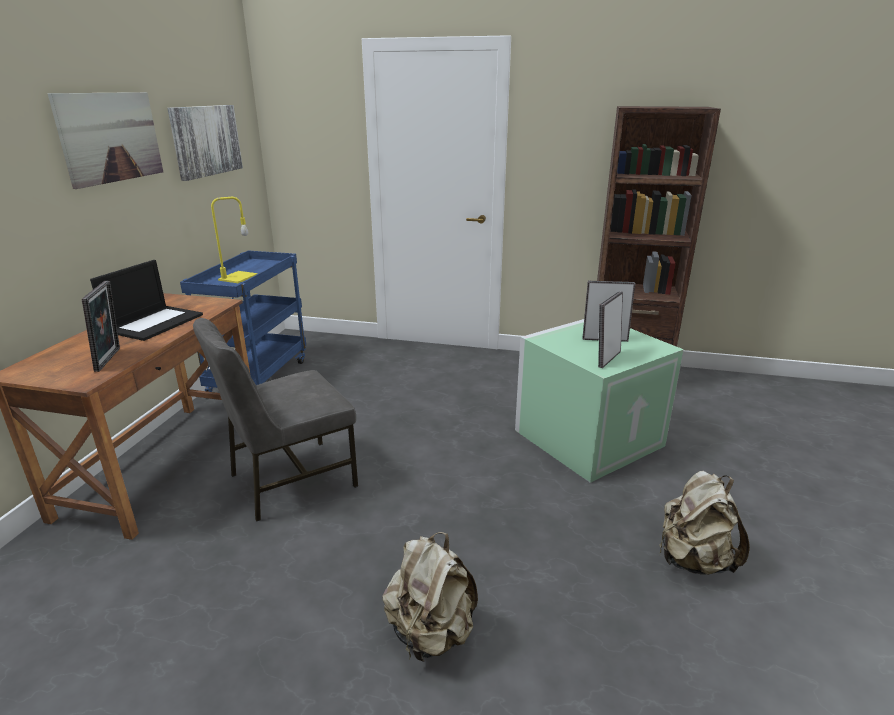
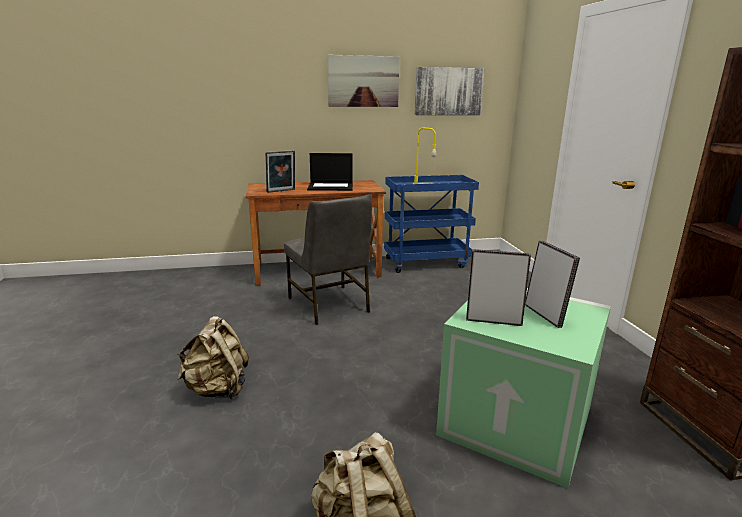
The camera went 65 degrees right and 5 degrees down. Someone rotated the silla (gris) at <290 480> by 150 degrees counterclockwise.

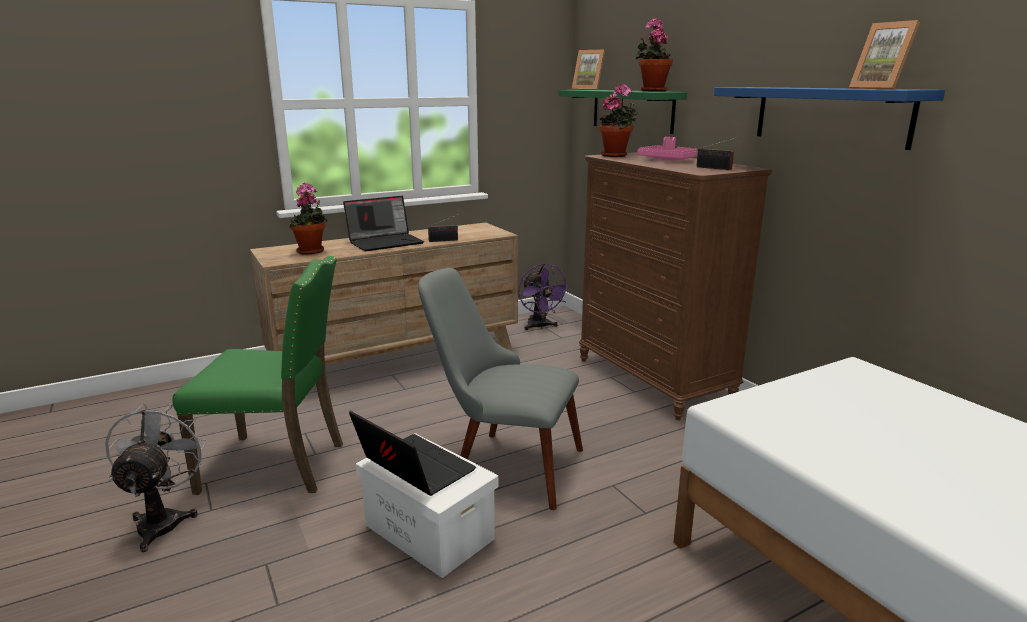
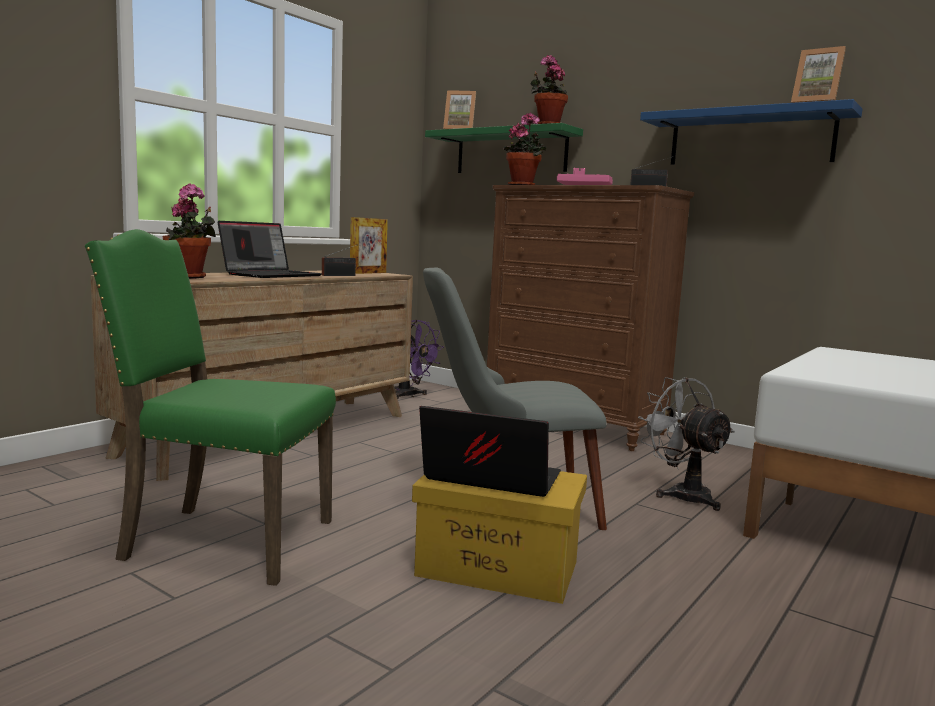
The camera went 25 degrees left and 10 degrees down. Someone put down the portarretratos at <368 273>. Someone carried the ventilador (gris) from <163 520> to <682 494>. Someone repainted the caja de almacenaje (blanco) at <427 531>, which became the caja de almacenaje (amarillo) at <496 568>. Someone rotated the silla (verde) at <277 465> by 150 degrees counterclockwise.

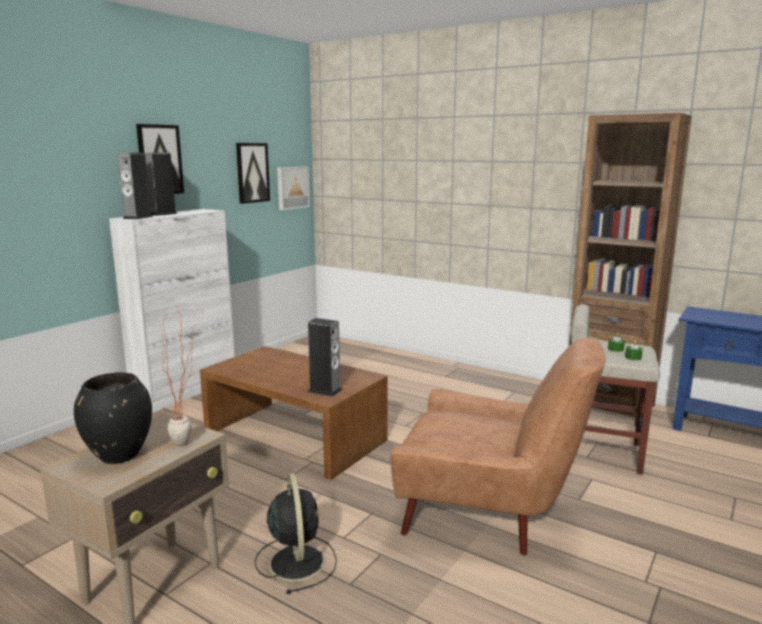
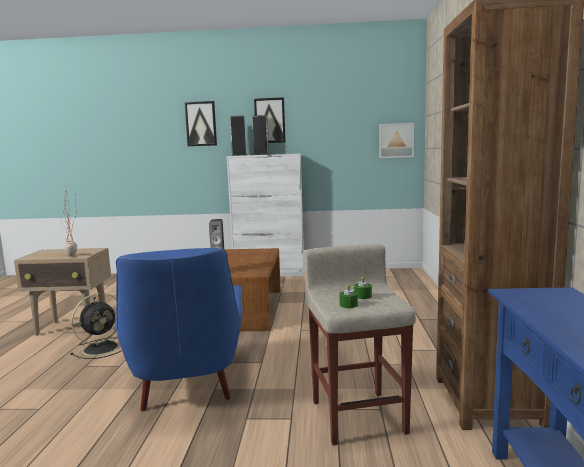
The camera went 60 degrees right and 5 degrees down. Someone took away the florero (negro) at <118 456>. Someone carried the cuadro from <252 173> to <201 124>. Someone repainted the sillón (marrón) at <487 516>, which became the sillón (azul) at <186 386>.

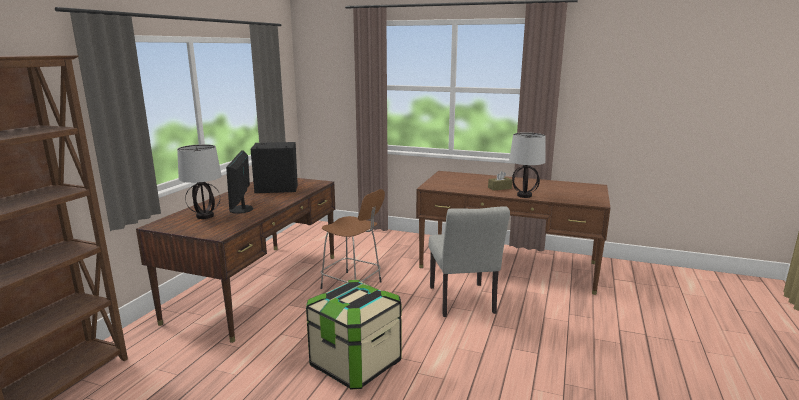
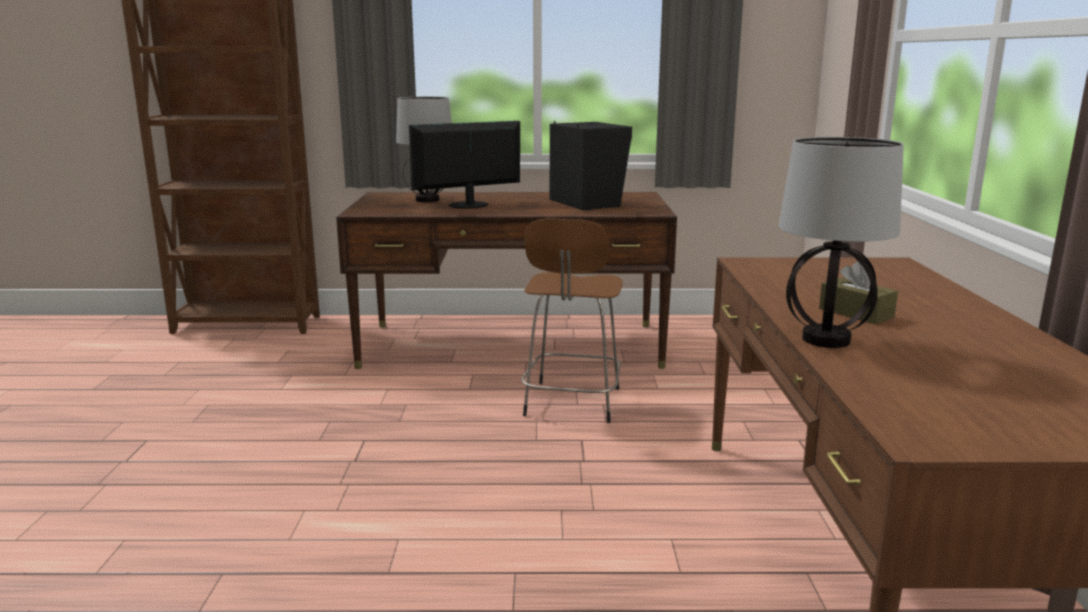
The camera went 70 degrees right and 0 degrees up. Someone took away the caja de almacenaje at <355 364>. Someone took away the silla (gris) at <463 303>.

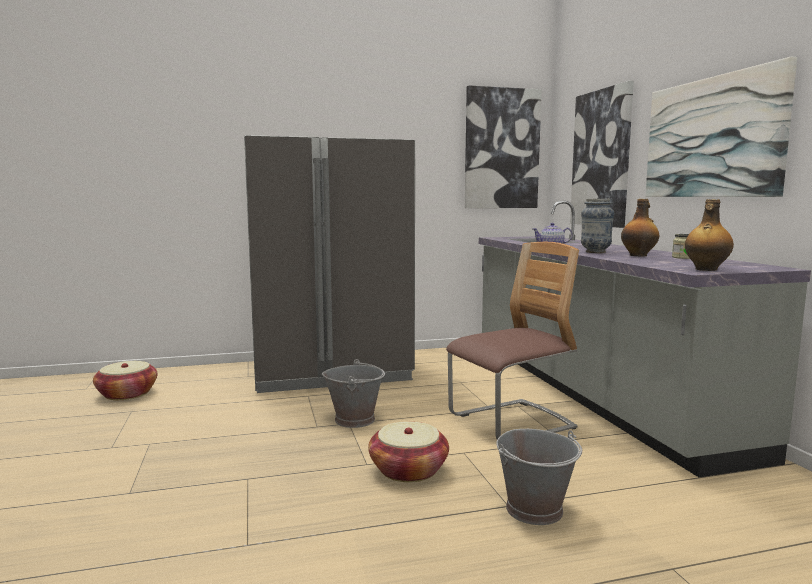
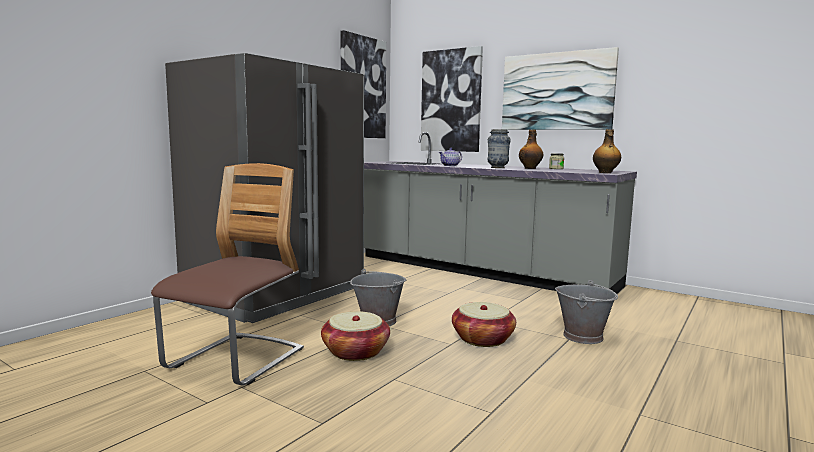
The camera went 40 degrees left and 0 degrees up. Someone carried the cesta from <127 394> to <355 352>. Someone carried the silla from <511 423> to <236 360>.

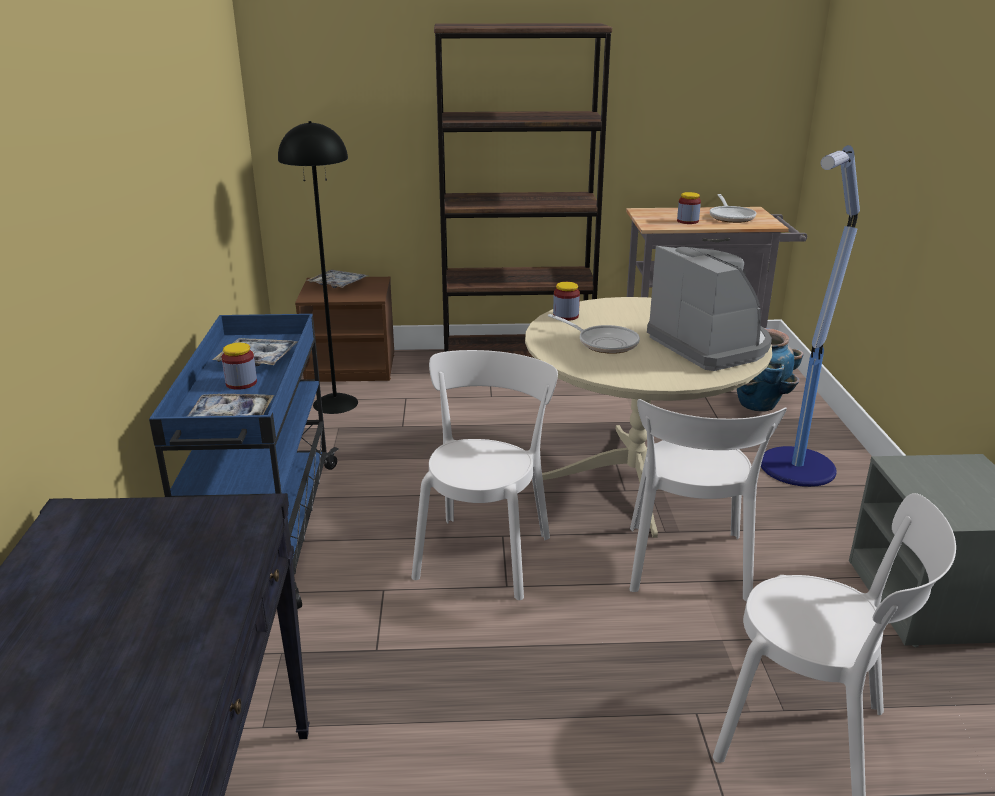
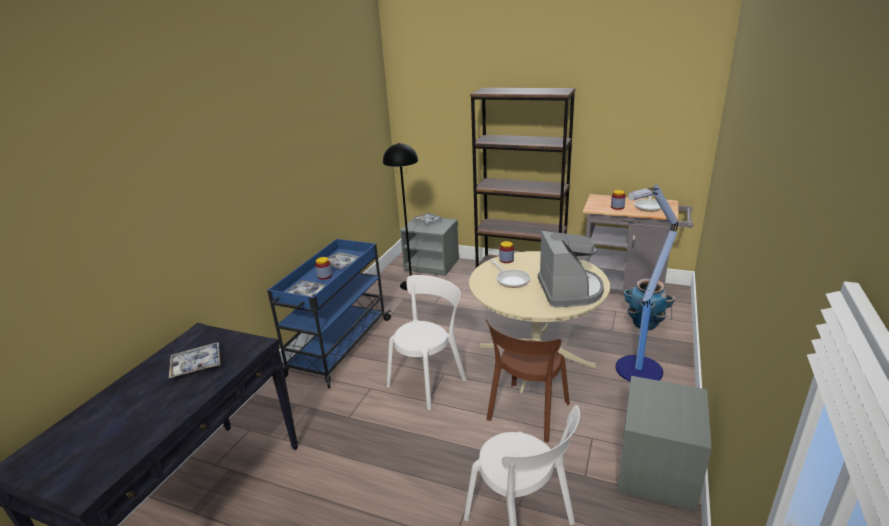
The camera went 25 degrees right and 0 degrees up. Someone put down the bandeja at <197 365>. Someone repainted the mesita de noche (marrón) at <352 366>, which became the mesita de noche (gris) at <432 265>. Someone repainted the silla (blanco) at <687 566>, which became the silla (marrón) at <527 413>.

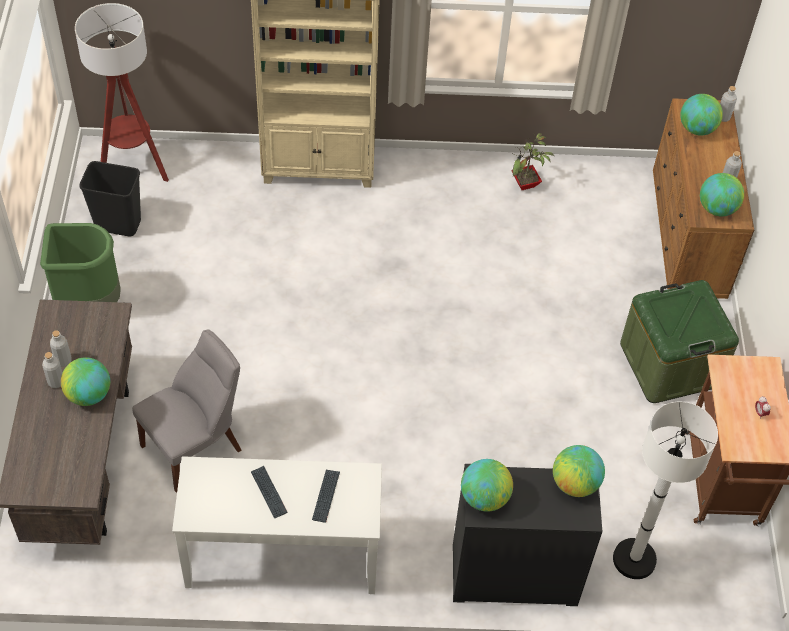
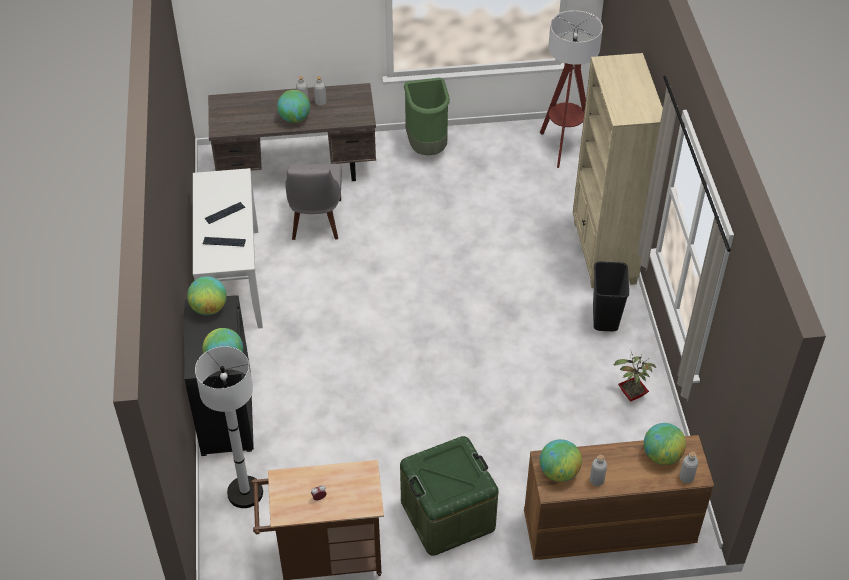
The camera went 85 degrees right and 5 degrees down. Someone carried the papelera (negro) from <119 224> to <605 319>. Someone rotated the silla (gris) at <195 446> by 45 degrees clockwise.

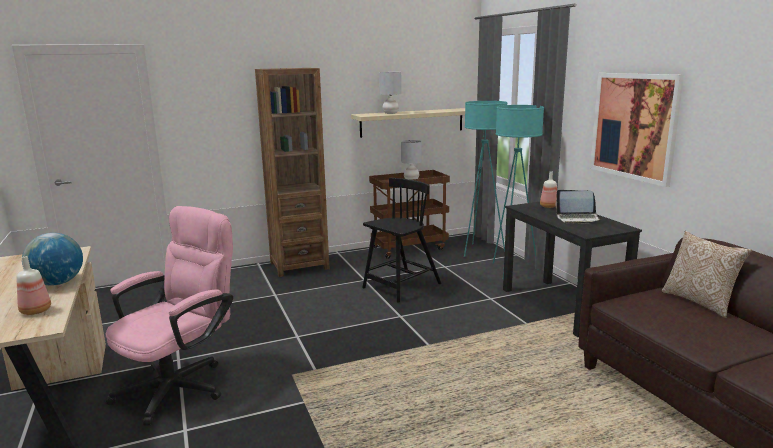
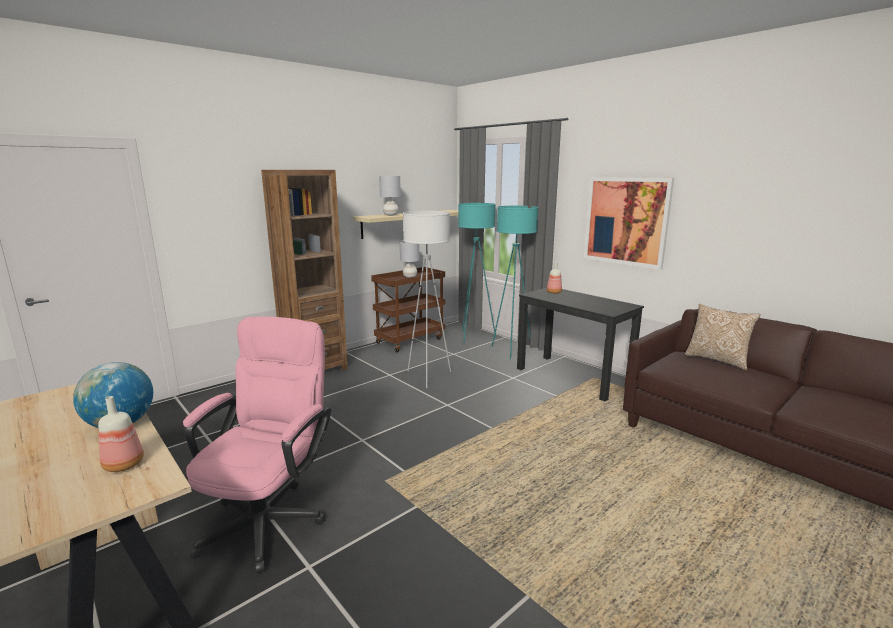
The camera went 20 degrees left and 0 degrees up. Someone took away the portátil at <578 219>. Someone swapped the silla (negro) at <401 286> for the lámpara de pie (blanco) at <428 377>.

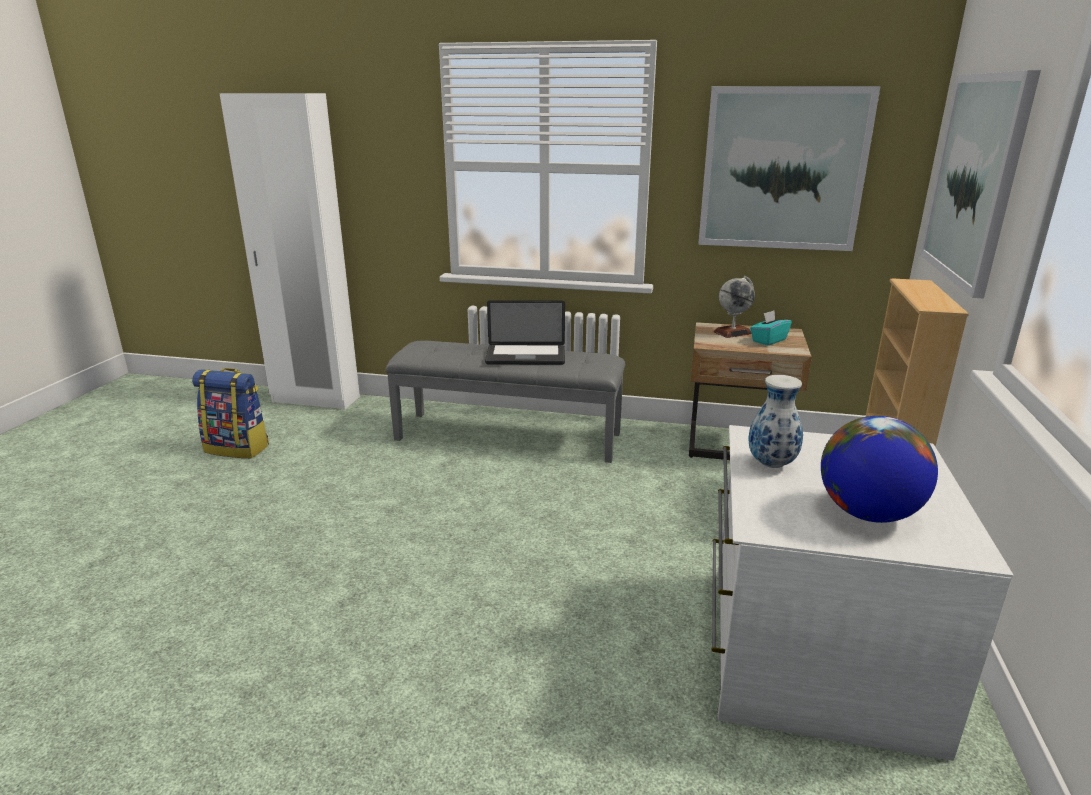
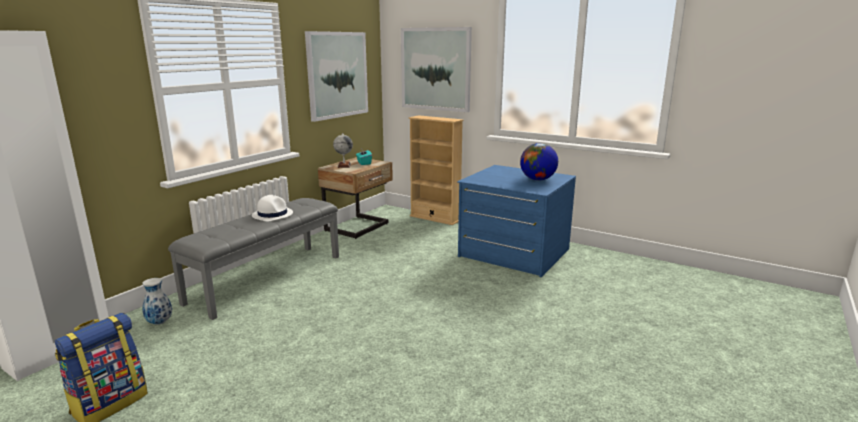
The camera went 70 degrees left and 5 degrees down. Someone carried the florero from <772 464> to <160 322>. Someone swapped the portátil at <525 356> for the sombrero (blanco) at <272 214>. Someone repainted the cómoda (blanco) at <811 652>, which became the cómoda (azul) at <513 253>.

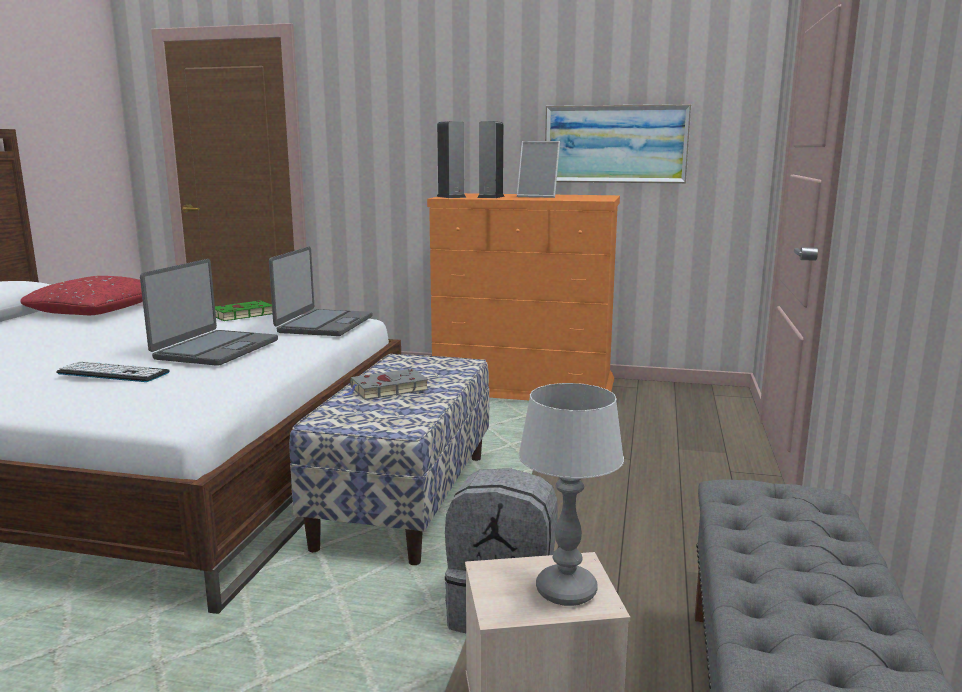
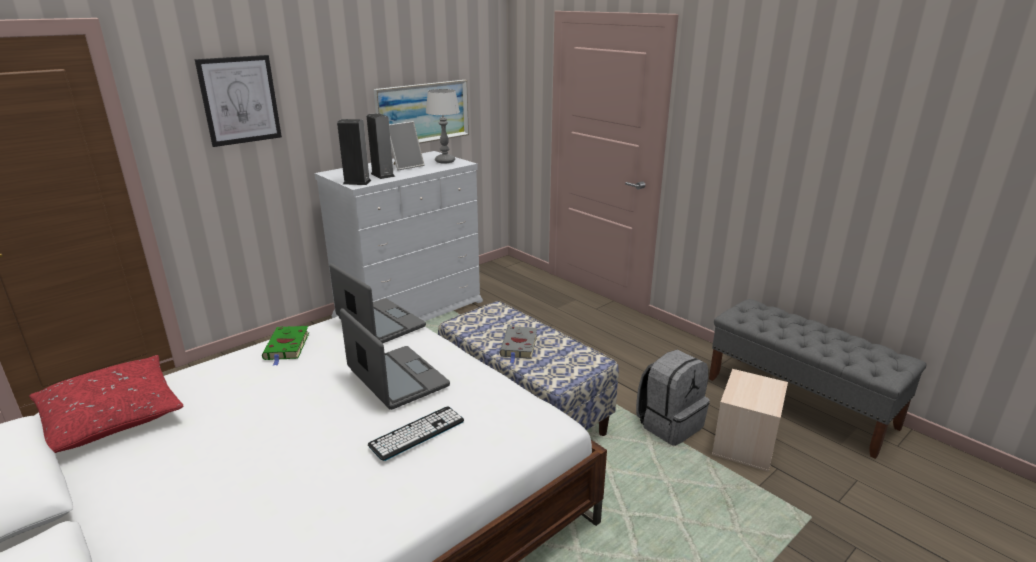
The camera went 55 degrees left and 10 degrees up. Someone put up the cuadro at <240 100>. Someone carried the lámpara de mesa from <565 591> to <445 161>. Someone repainted the cómoda (naranja) at <525 388>, which became the cómoda (blanco) at <409 309>.

